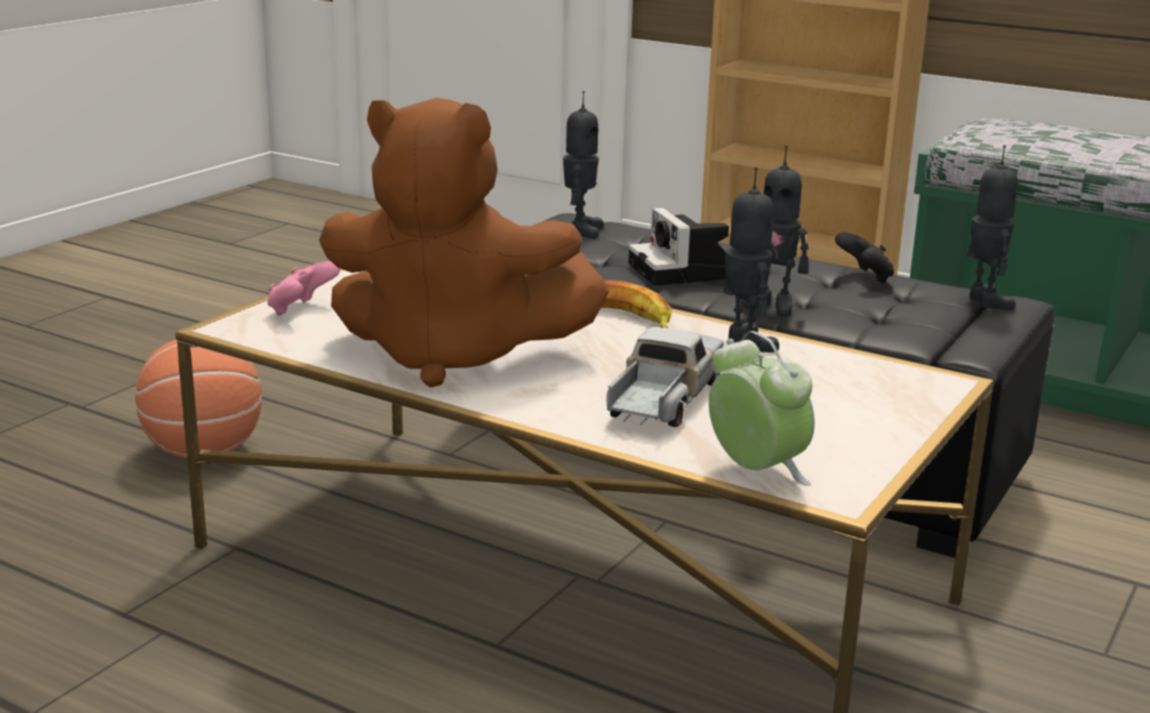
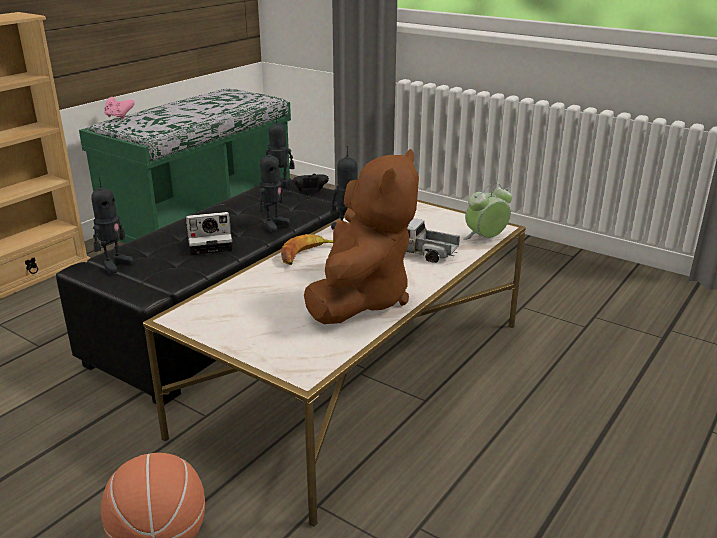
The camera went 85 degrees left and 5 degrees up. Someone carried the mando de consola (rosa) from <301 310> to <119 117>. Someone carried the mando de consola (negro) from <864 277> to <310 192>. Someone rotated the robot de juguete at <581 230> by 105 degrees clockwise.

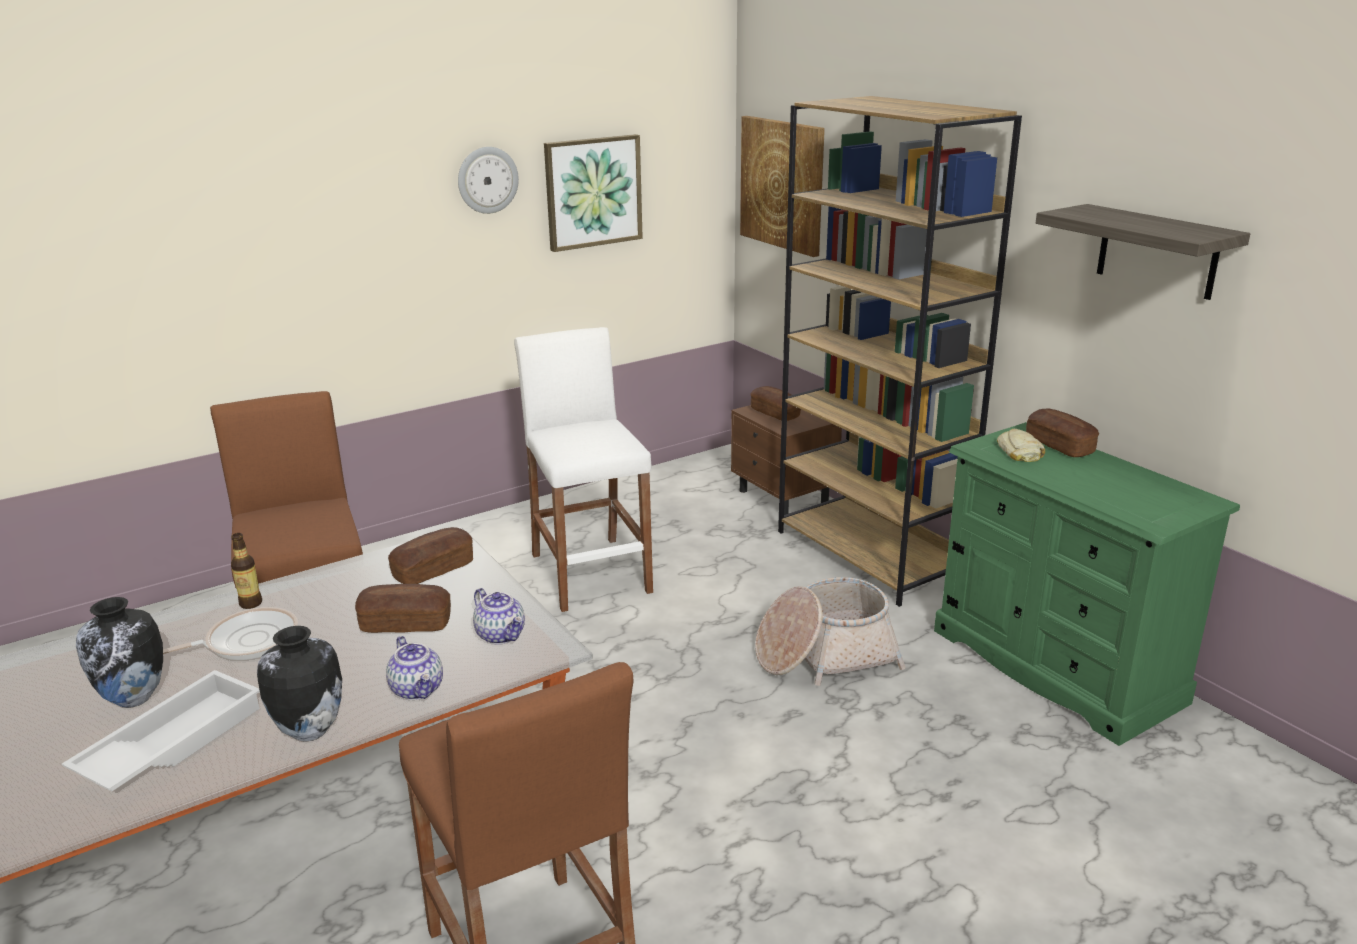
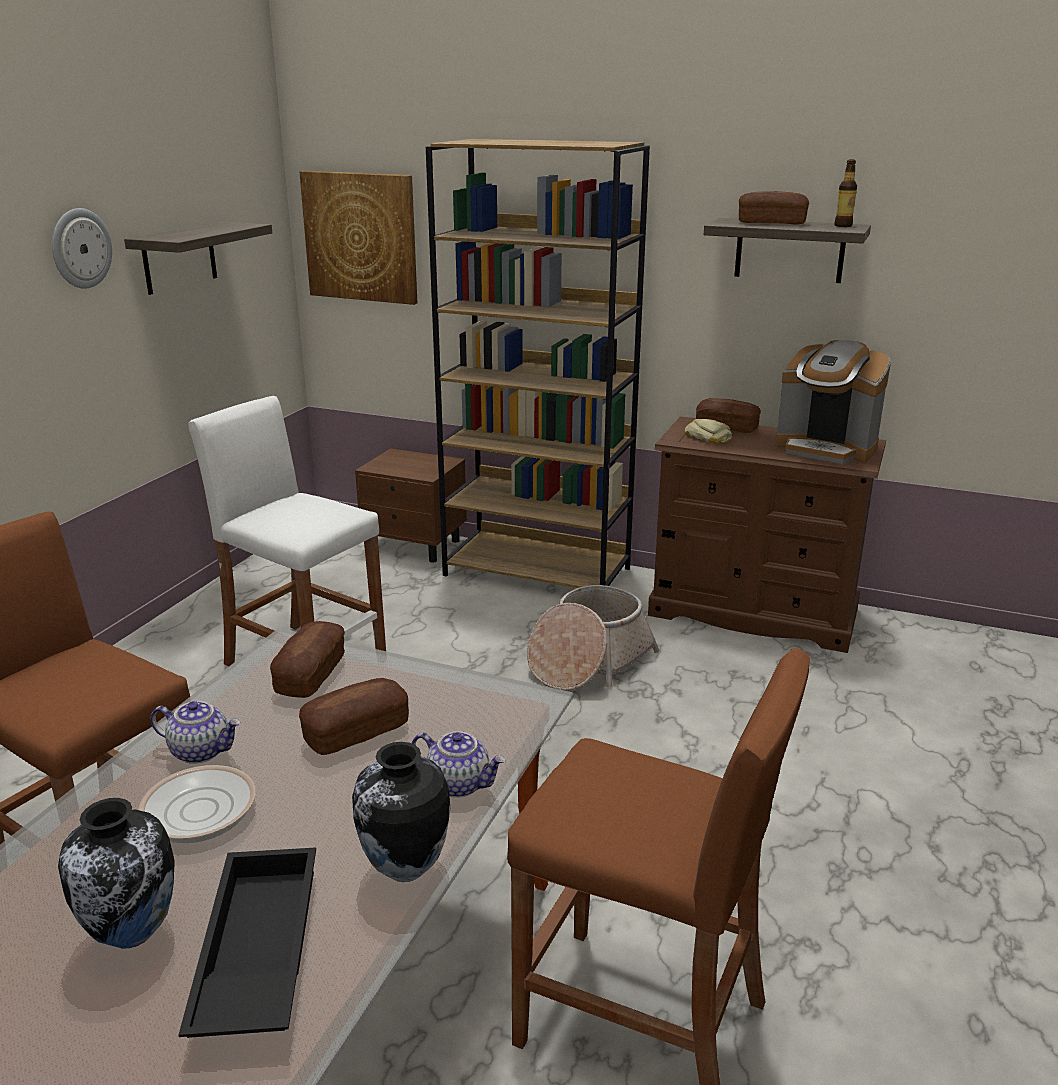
The camera went 35 degrees left and 0 degrees up. Someone put down the cafetera at <826 448>. Someone carried the botella from <251 603> to <843 226>. Someone carried the tetera from <501 635> to <201 751>. Someone carried the pan from <775 413> to <771 223>. Someone swapped the cuadro at <593 192> for the estante at <179 258>. Someone repainted the bandeja (blanco) at <170 742>, which became the bandeja (negro) at <255 952>. Someone repainted the cómoda (verde) at <1055 666>, which became the cómoda (marrón) at <753 612>.

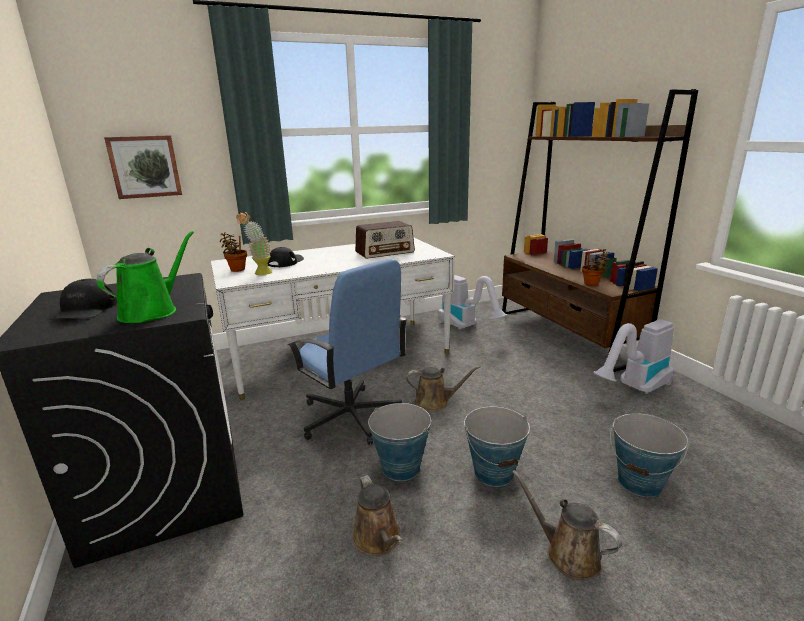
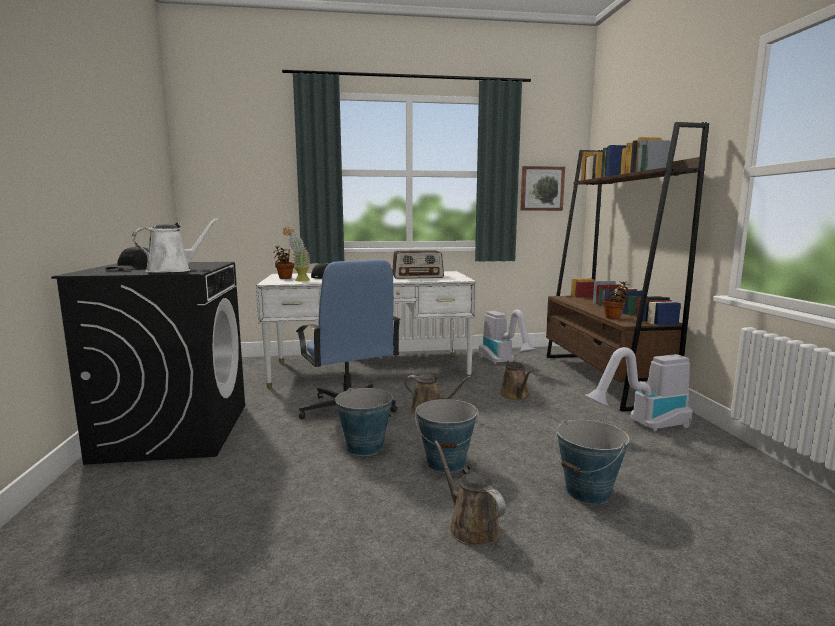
The camera went 15 degrees right and 10 degrees down. Someone carried the cuadro from <145 167> to <541 188>. Someone carried the regadera (marrón) from <378 539> to <515 396>. Someone repainted the regadera (verde) at <152 311>, which became the regadera (blanco) at <173 270>.

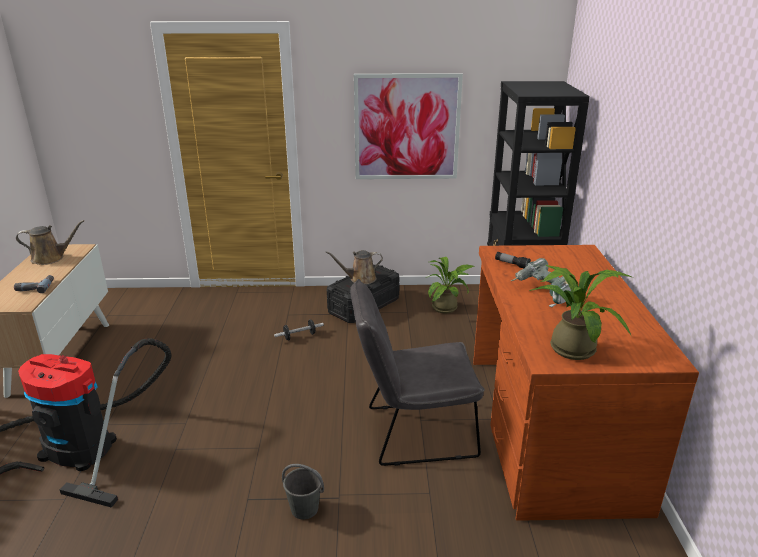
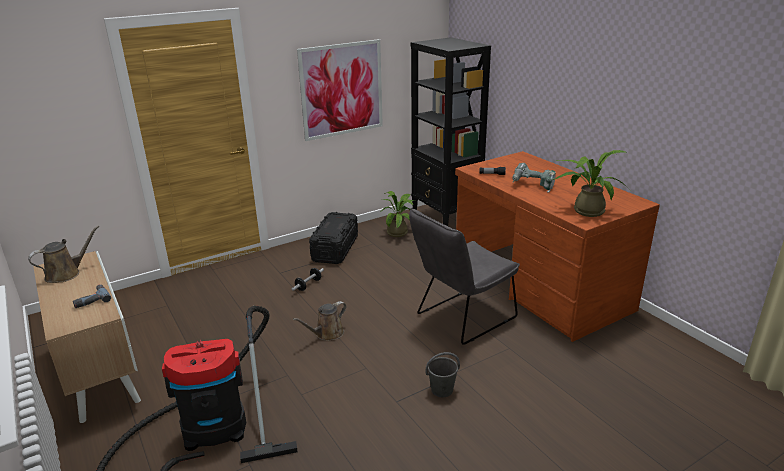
The camera went 30 degrees left and 0 degrees up. Someone carried the regadera (marrón) from <360 279> to <327 334>.

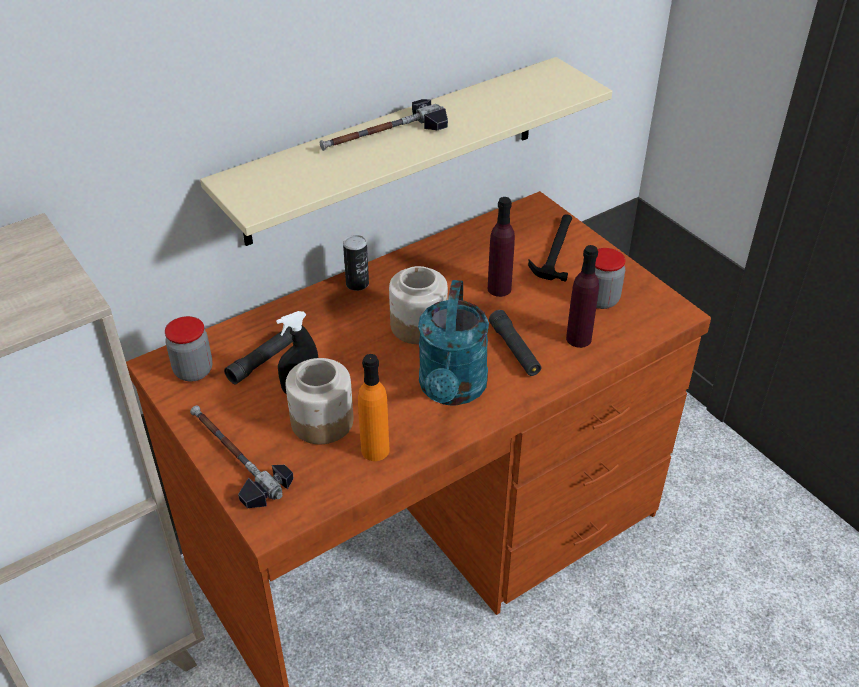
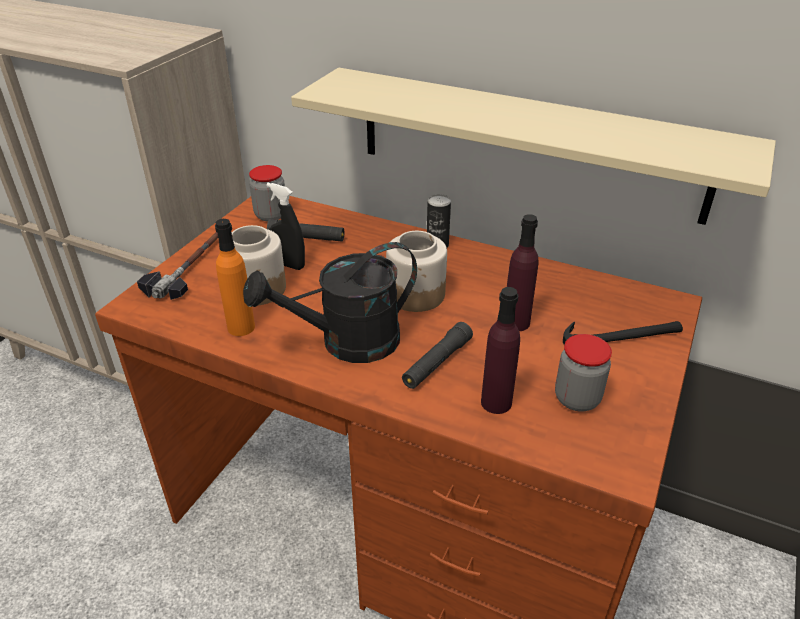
The camera went 60 degrees right and 5 degrees down. Someone took away the martillo at <384 135>. Someone repainted the regadera (turquesa) at <452 390>, which became the regadera (negro) at <347 343>.

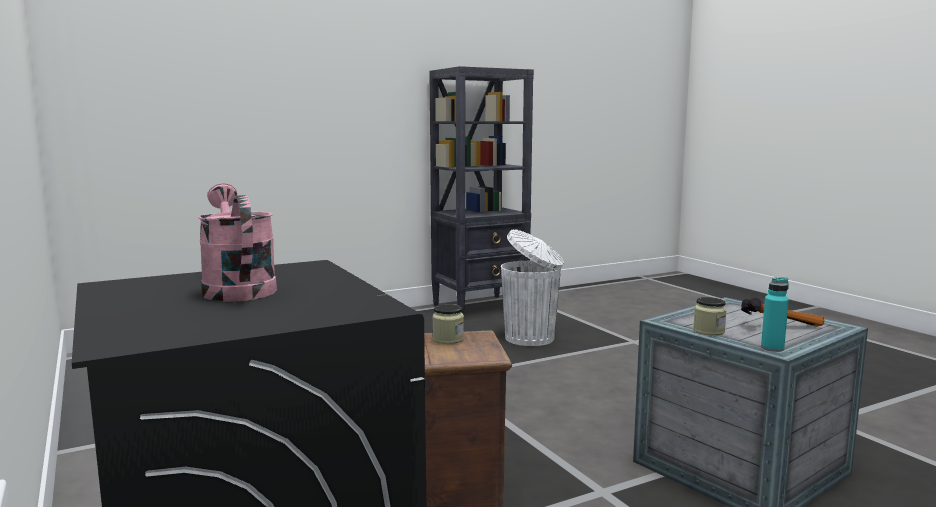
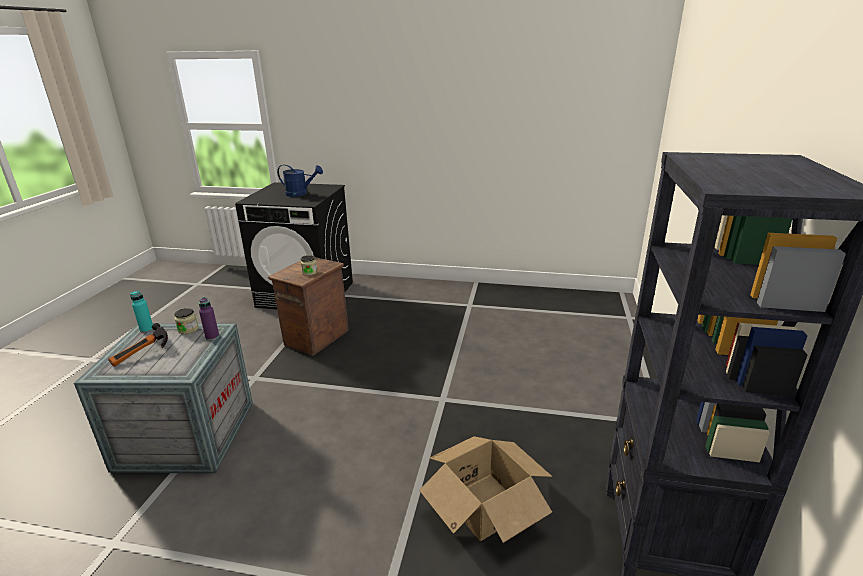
The camera went 130 degrees right and 15 degrees up. Someone put down the botella (morado) at <212 337>. Someone swapped the papelera (blanco) at <531 338> for the caja de cartón at <485 505>. Someone repainted the regadera (rosa) at <236 288>, which became the regadera (azul) at <300 194>.

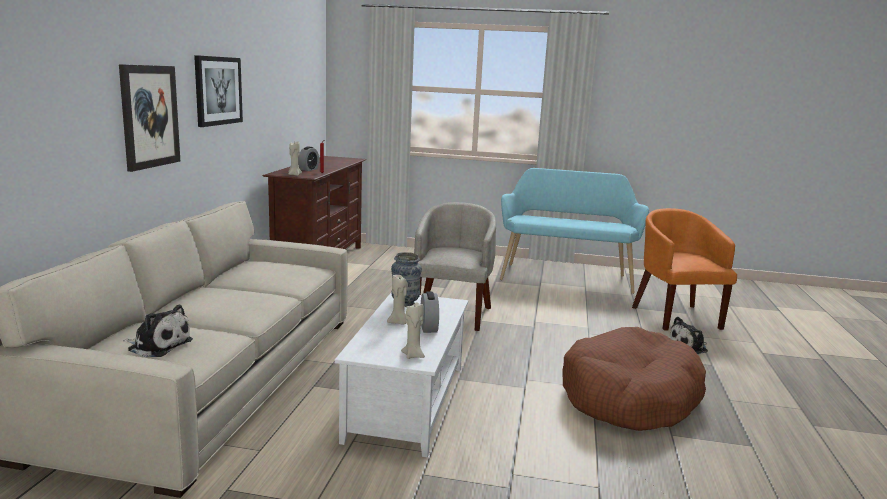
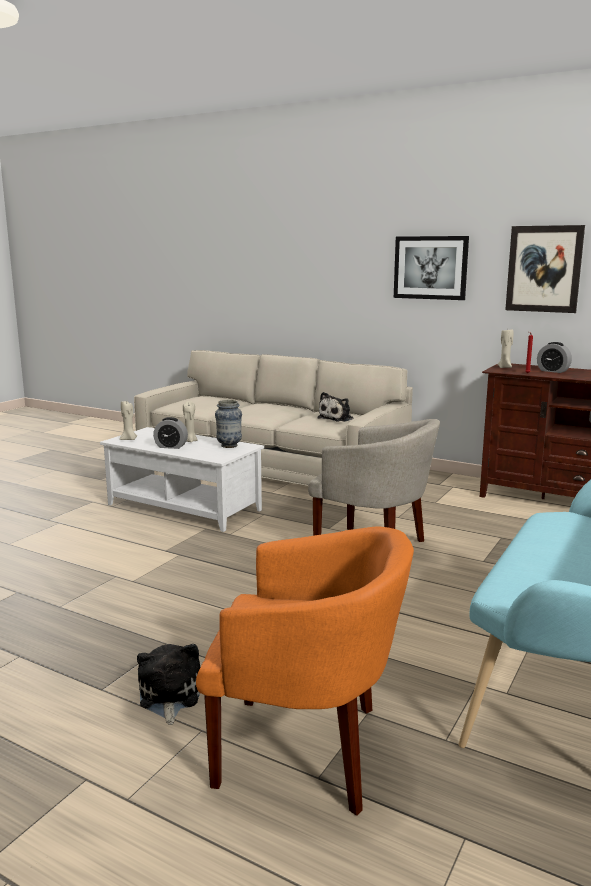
The camera went 110 degrees right and 0 degrees up. Someone took away the cama para perro (marrón) at <629 397>. Someone carried the cuadro from <149 116> to <544 269>. Someone carried the peluche from <158 345> to <337 418>.

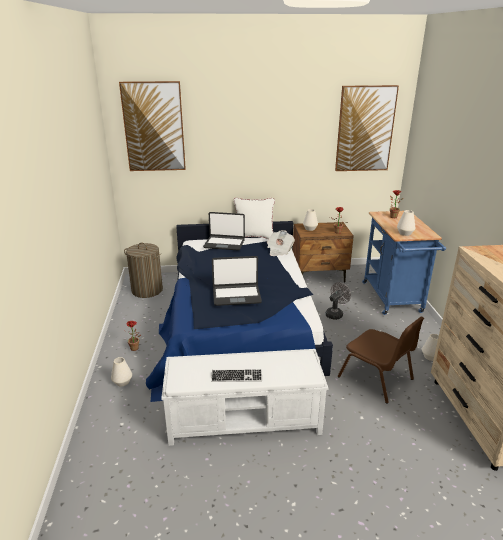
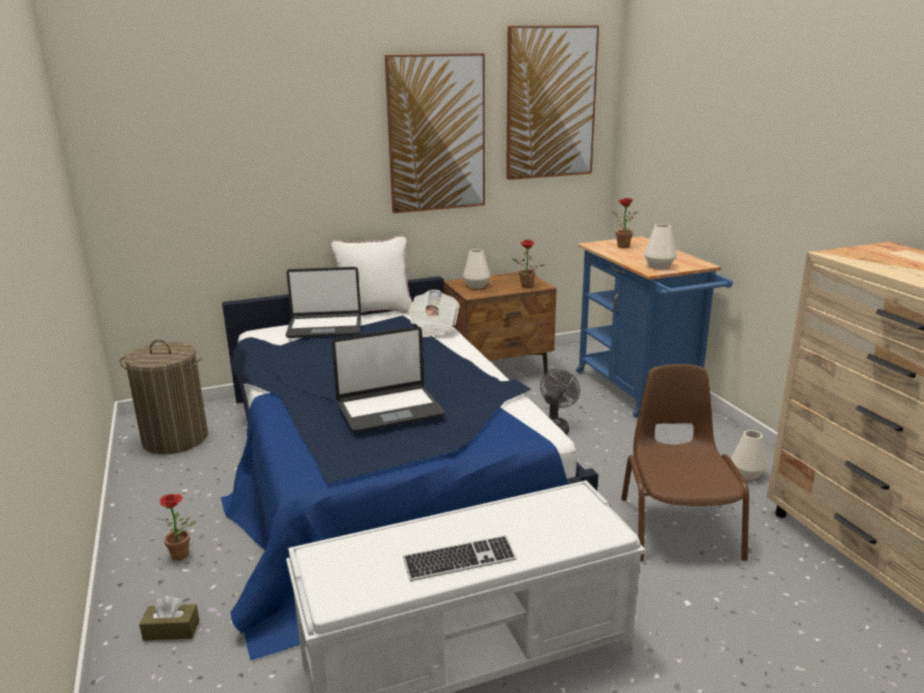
The camera went 15 degrees left and 5 degrees down. Someone carried the cuadro from <154 127> to <436 134>. Someone swapped the florero (blanco) at <122 382> for the caja de pañuelos (marrón) at <171 630>. Someone rotated the silla (marrón) at <376 378> by 120 degrees counterclockwise.

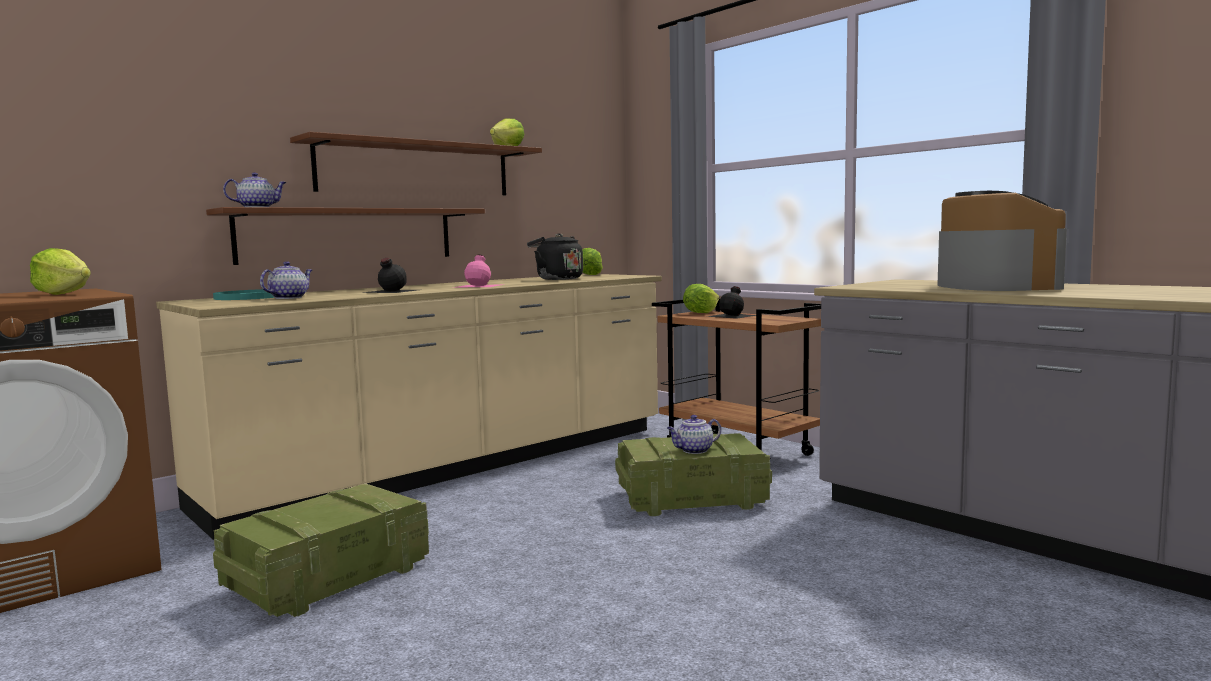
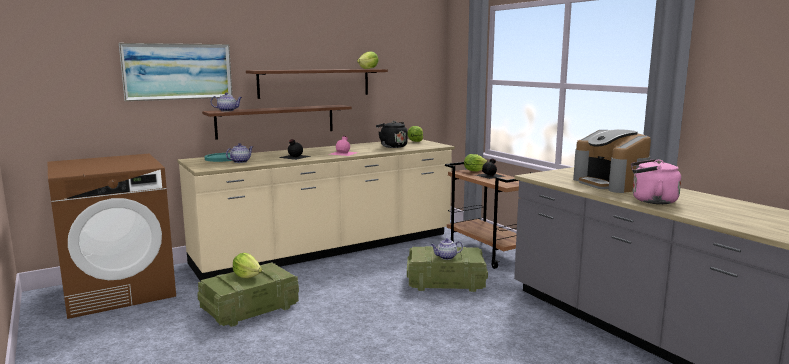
The camera went 10 degrees right and 5 degrees up. Someone put up the cuadro at <178 71>. Someone put down the hervidor (rosa) at <651 201>. Someone carried the lechuga from <63 294> to <247 276>. Someone rotated the cafetera at <993 286> by 150 degrees clockwise.

